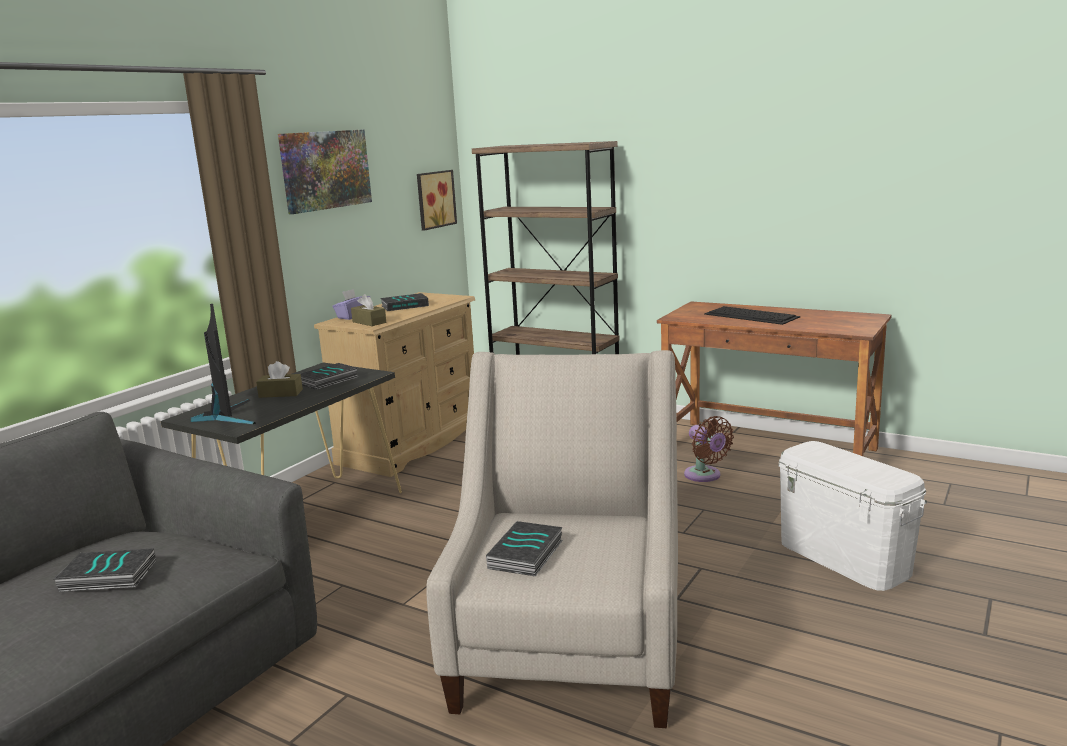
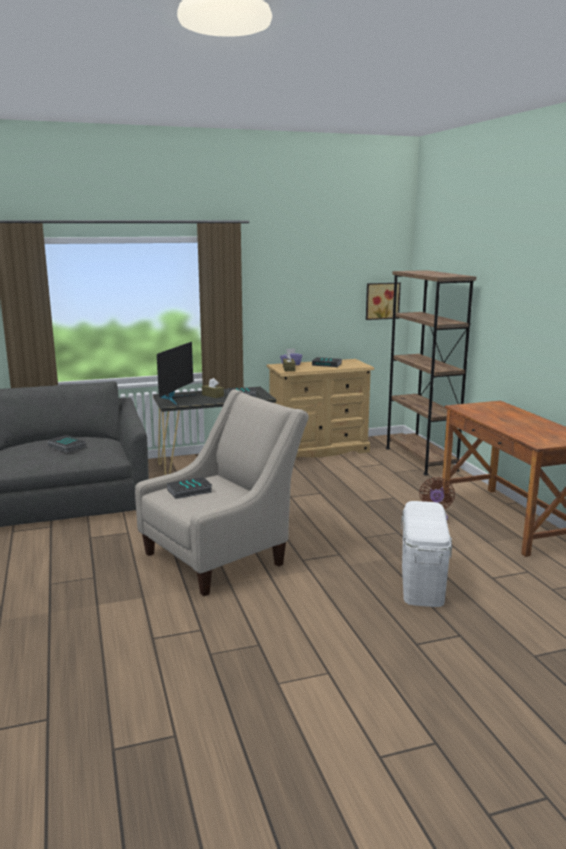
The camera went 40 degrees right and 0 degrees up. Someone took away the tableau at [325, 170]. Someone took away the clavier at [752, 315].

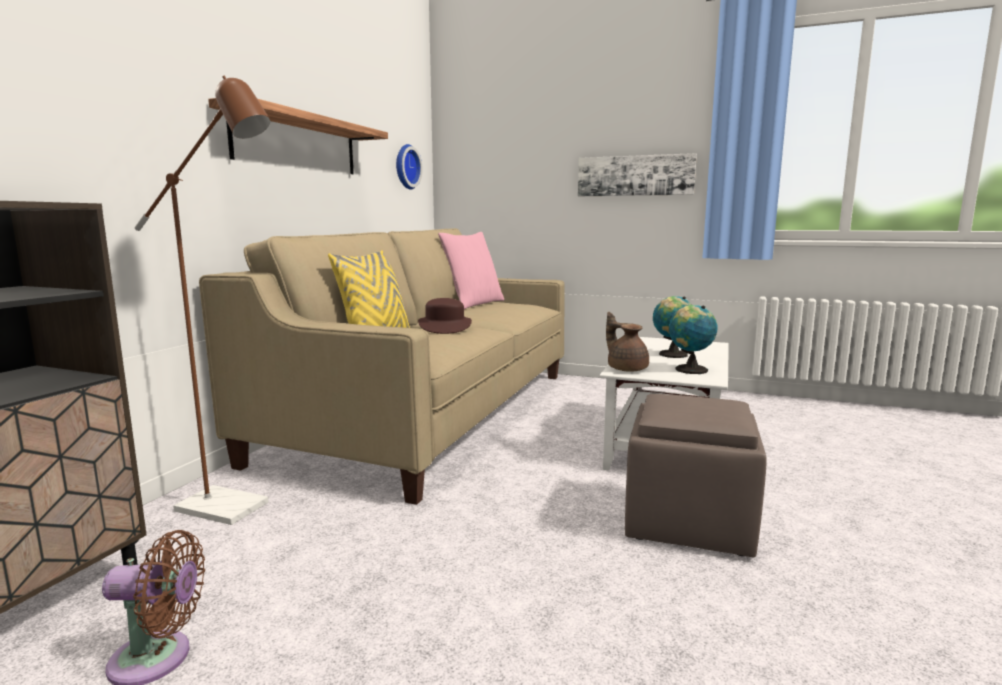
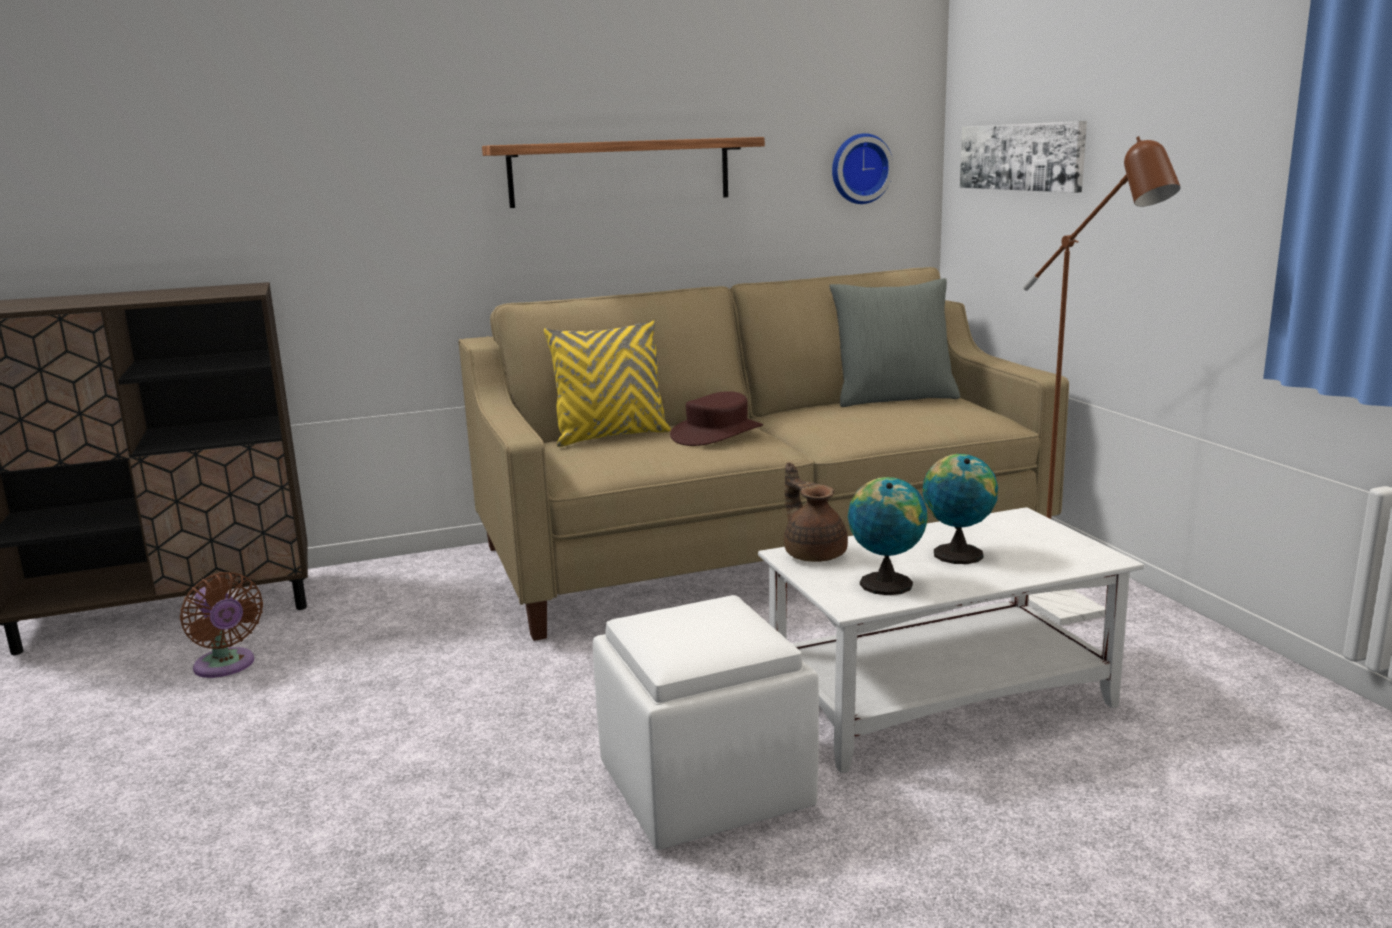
The camera went 50 degrees right and 5 degrees up. Someone carried the lampadaire/marron from [234, 509] to [1068, 611]. Someone carried the tableau from [635, 176] to [1021, 157]. Someone repainted the coussin/rose at [473, 304], which became the coussin/gris at [893, 398]. Someone repainted the pouf/marron at [687, 522], which became the pouf/blanc at [702, 786]. Someone rotated the théière/marron at [626, 368] by 45 degrees counterclockwise.

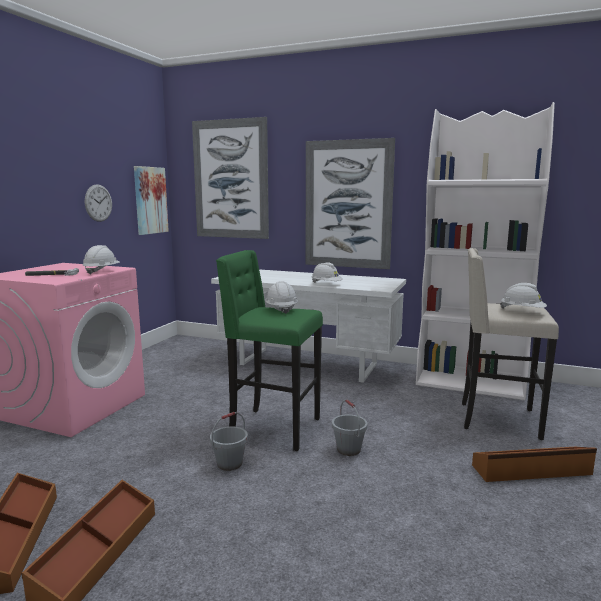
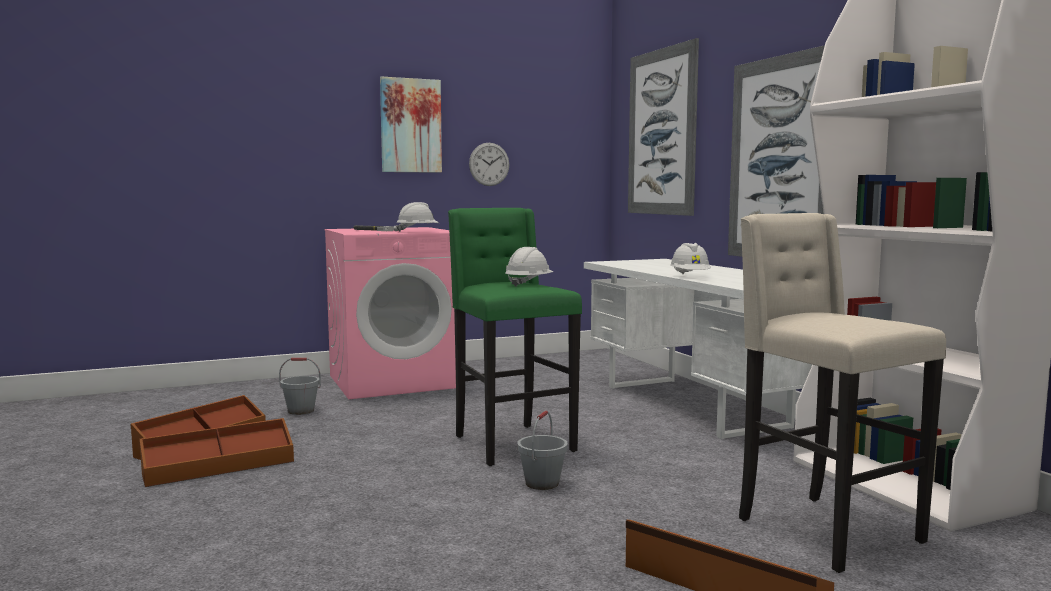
The camera went 45 degrees right and 5 degrees down. Someone took away the casque de chantier/blanc at [522, 311]. Someone carried the tableau from [150, 200] to [410, 125]. Someone carried the seau/gris from [229, 463] to [301, 411].

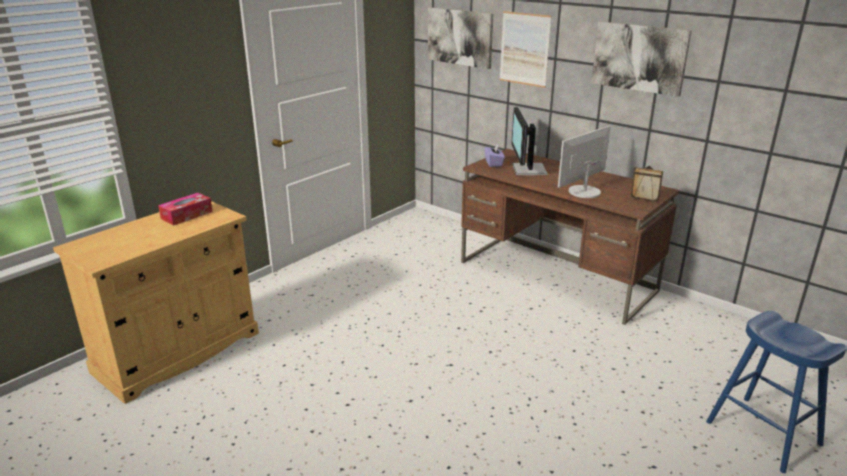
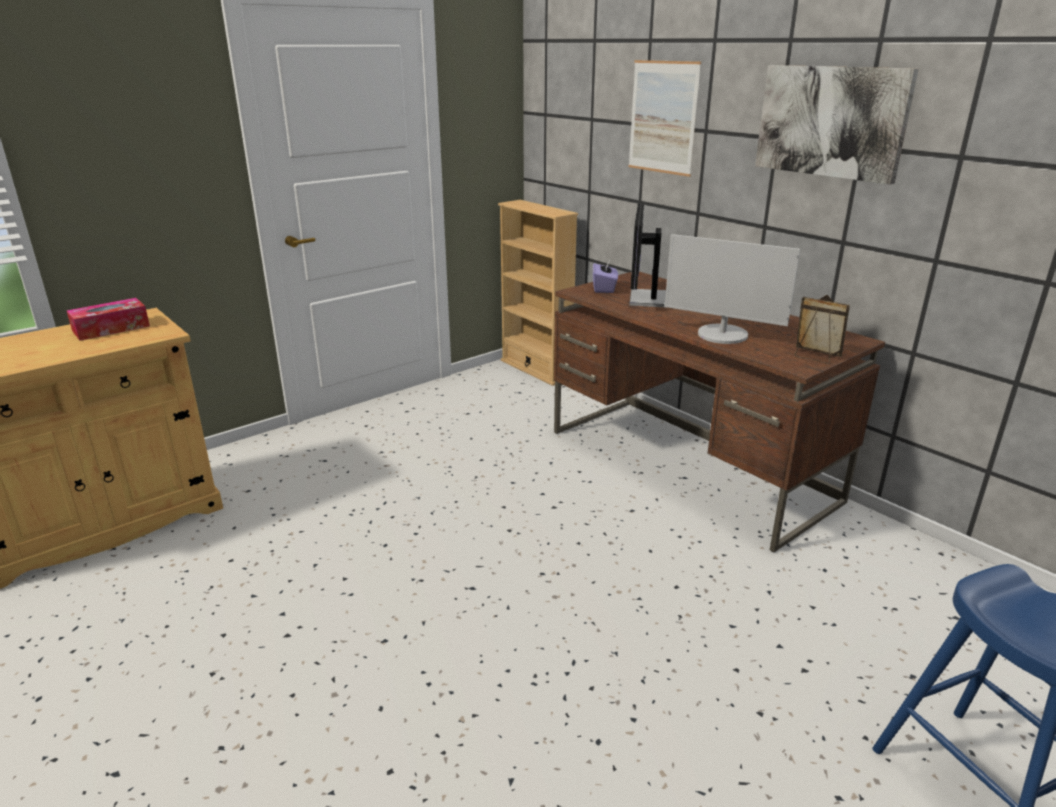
The camera went 10 degrees right and 0 degrees up. Someone took away the tableau at [460, 37]. Someone put down the bibliothèque/beige at [536, 369]. Someone rotated the écran d'ordinateur at [583, 192] by 120 degrees counterclockwise.

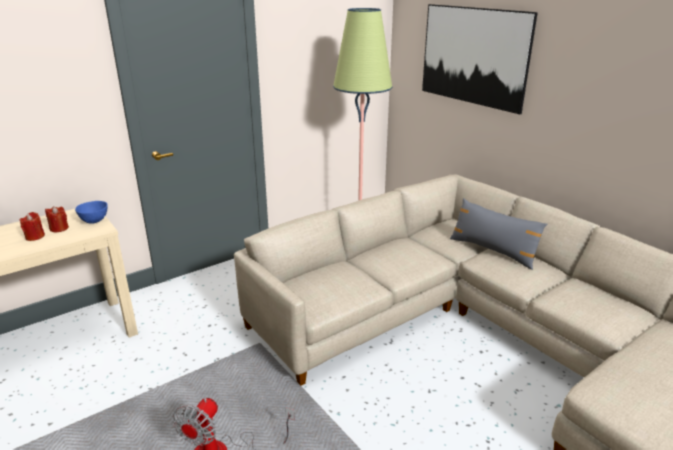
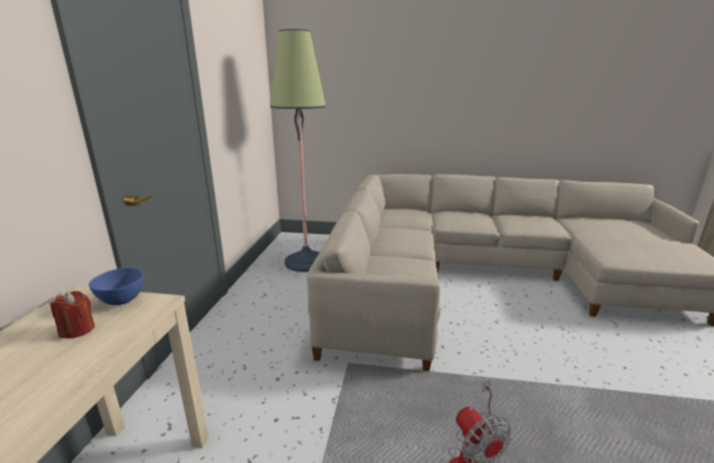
The camera went 45 degrees left and 5 degrees down. Someone took away the bougie/rouge at [35, 237]. Someone took away the tableau at [473, 56]. Someone took away the coussin/gris at [493, 251].

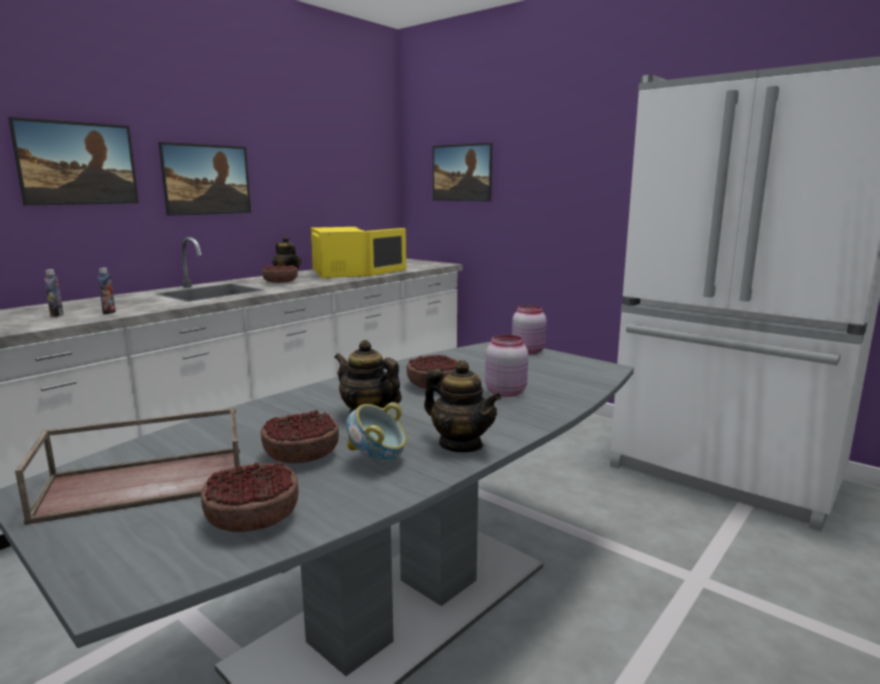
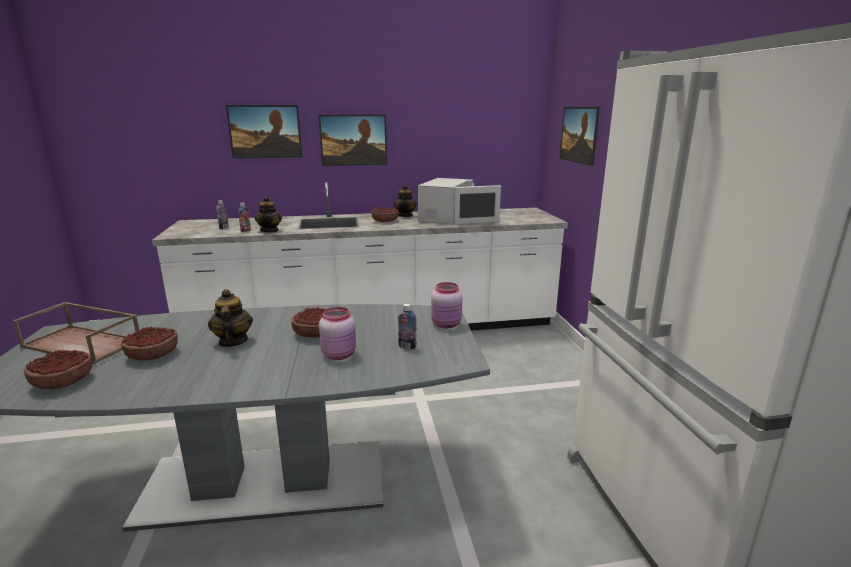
The camera went 40 degrees right and 5 degrees up. Someone took away the bol at [377, 461]. Someone put down the bouteille at [407, 347]. Someone carried the théière from [461, 445] to [270, 230]. Someone repainted the micro-ondes/jaune at [344, 273], which became the micro-ondes/blanc at [448, 218].

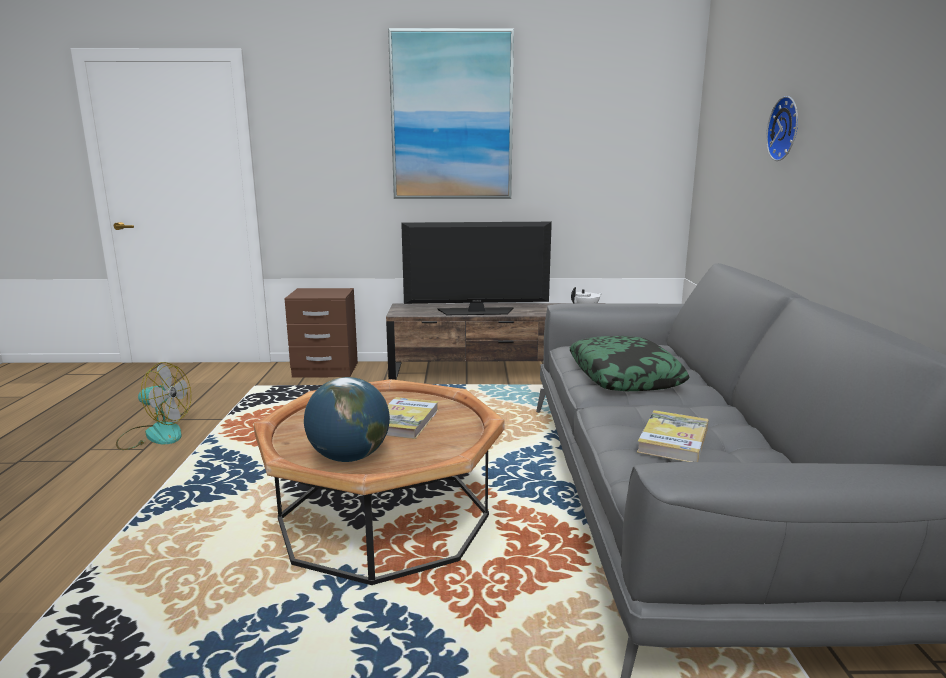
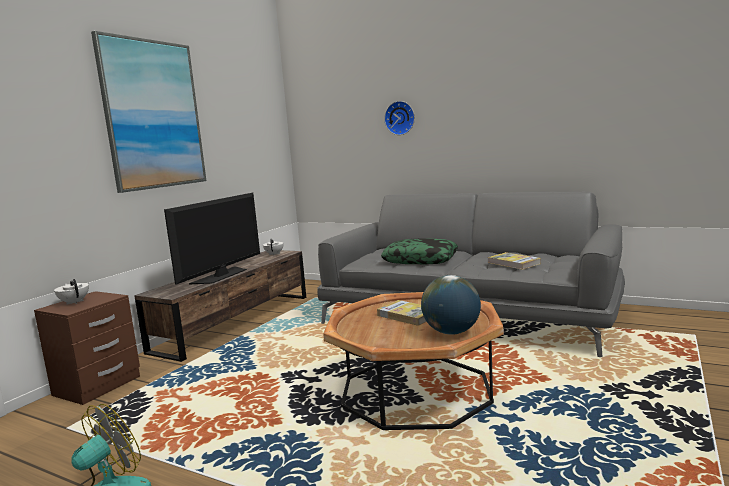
The camera went 60 degrees left and 5 degrees down. Someone put down the théière/blanc at [74, 302].

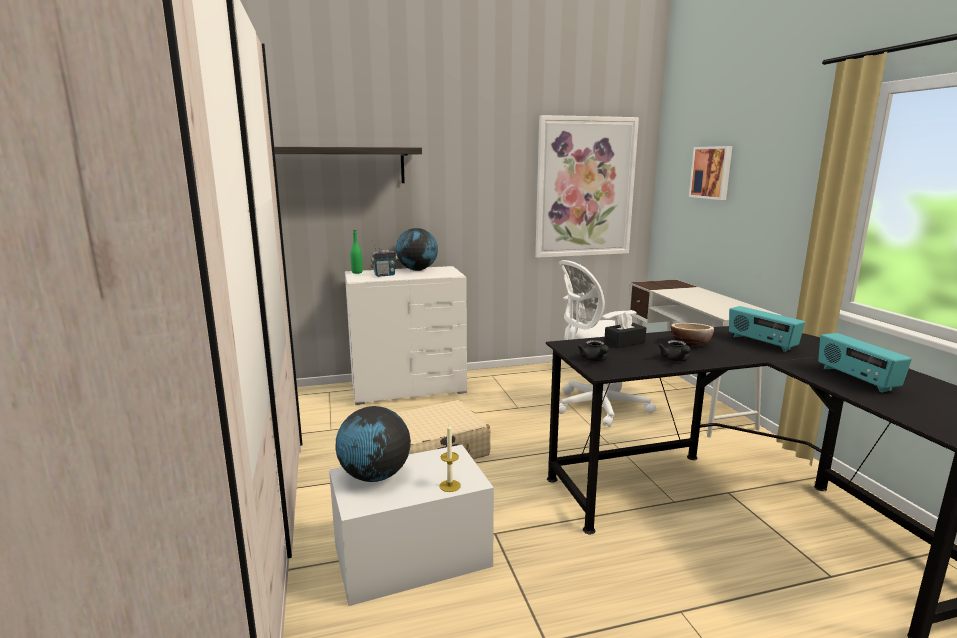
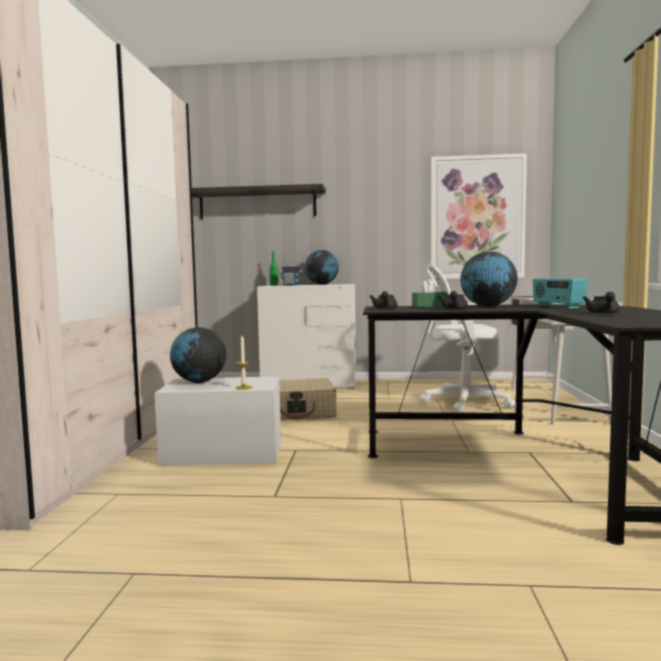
The camera went 20 degrees right and 10 degrees down. Someone took away the tableau at [712, 172]. Someone swapped the bol at [690, 343] for the globe at [487, 306]. Someone swapped the radio at [855, 379] for the théière/noir at [603, 313]. Someone repainted the boîte à mouchoirs/noir at [624, 342], which became the boîte à mouchoirs/vert at [429, 306].

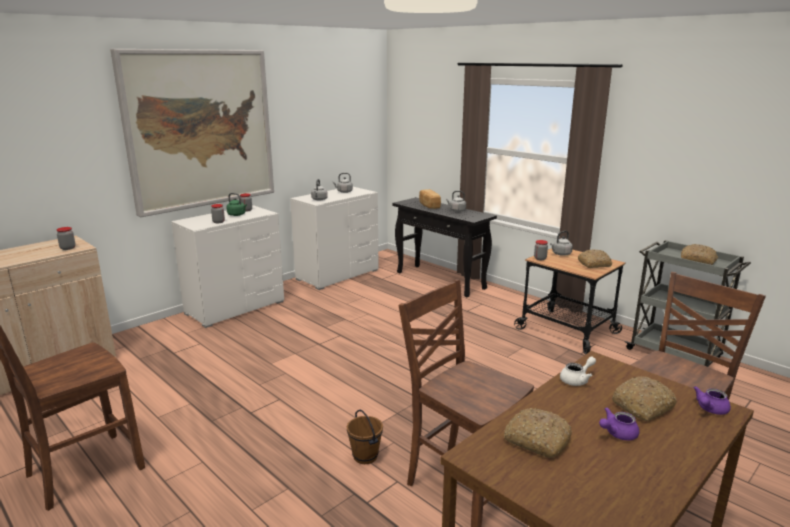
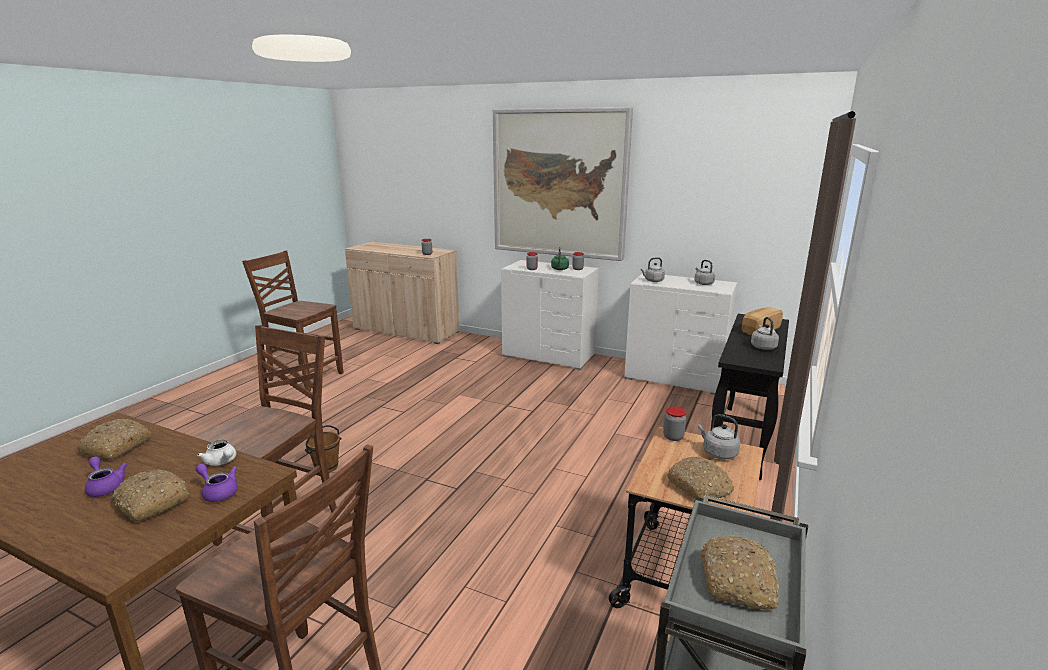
The camera went 70 degrees right and 0 degrees up. Someone carried the théière/violet from [709, 409] to [218, 492].

